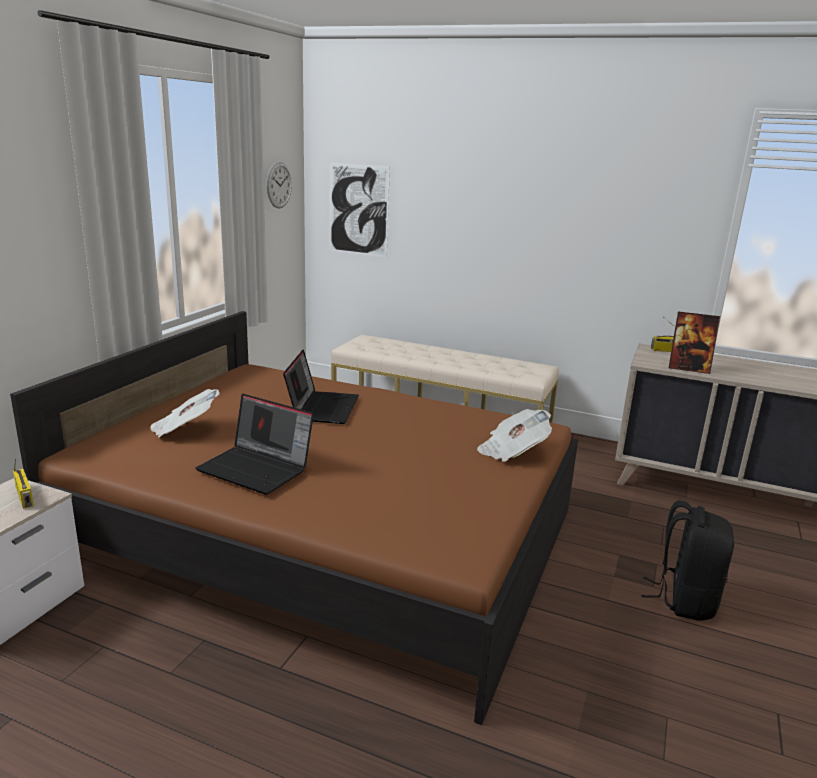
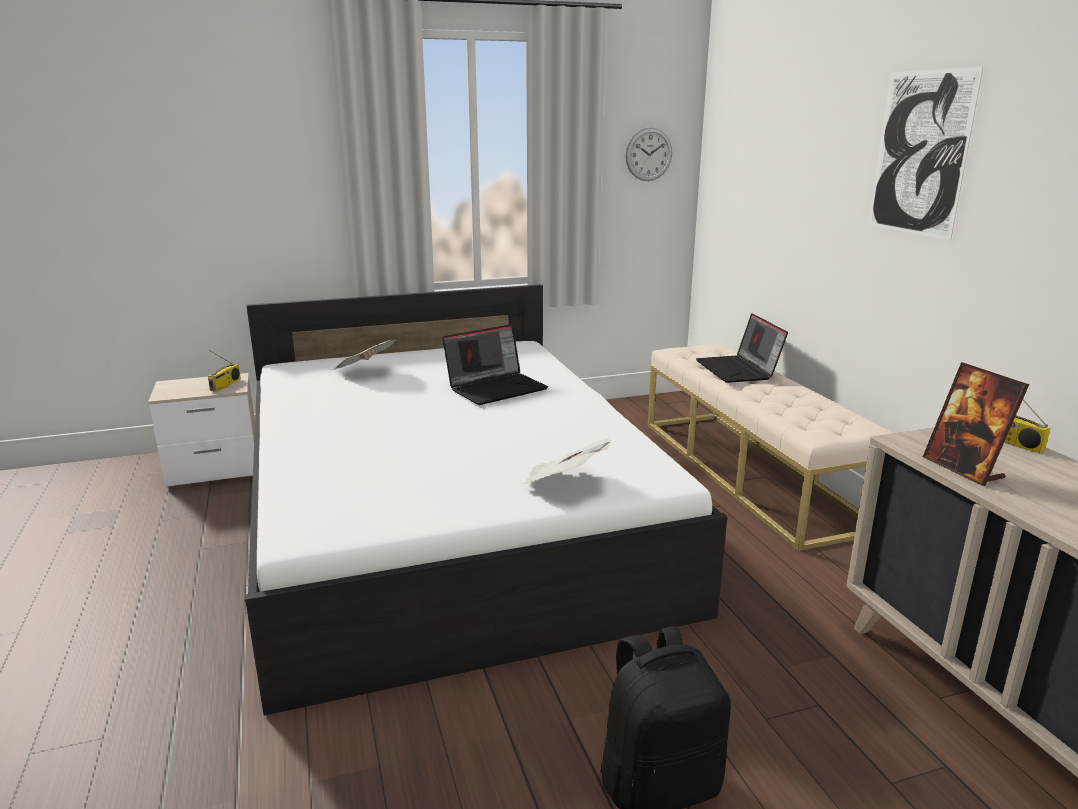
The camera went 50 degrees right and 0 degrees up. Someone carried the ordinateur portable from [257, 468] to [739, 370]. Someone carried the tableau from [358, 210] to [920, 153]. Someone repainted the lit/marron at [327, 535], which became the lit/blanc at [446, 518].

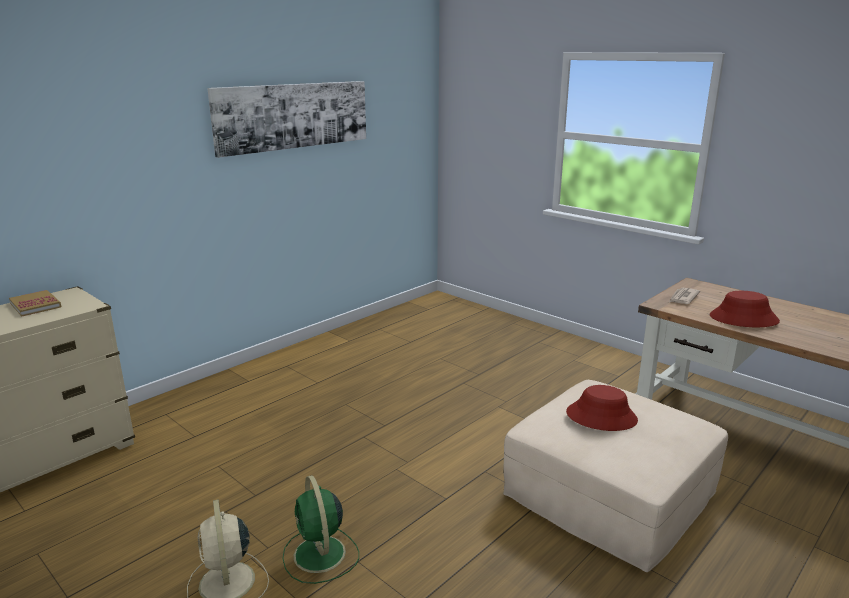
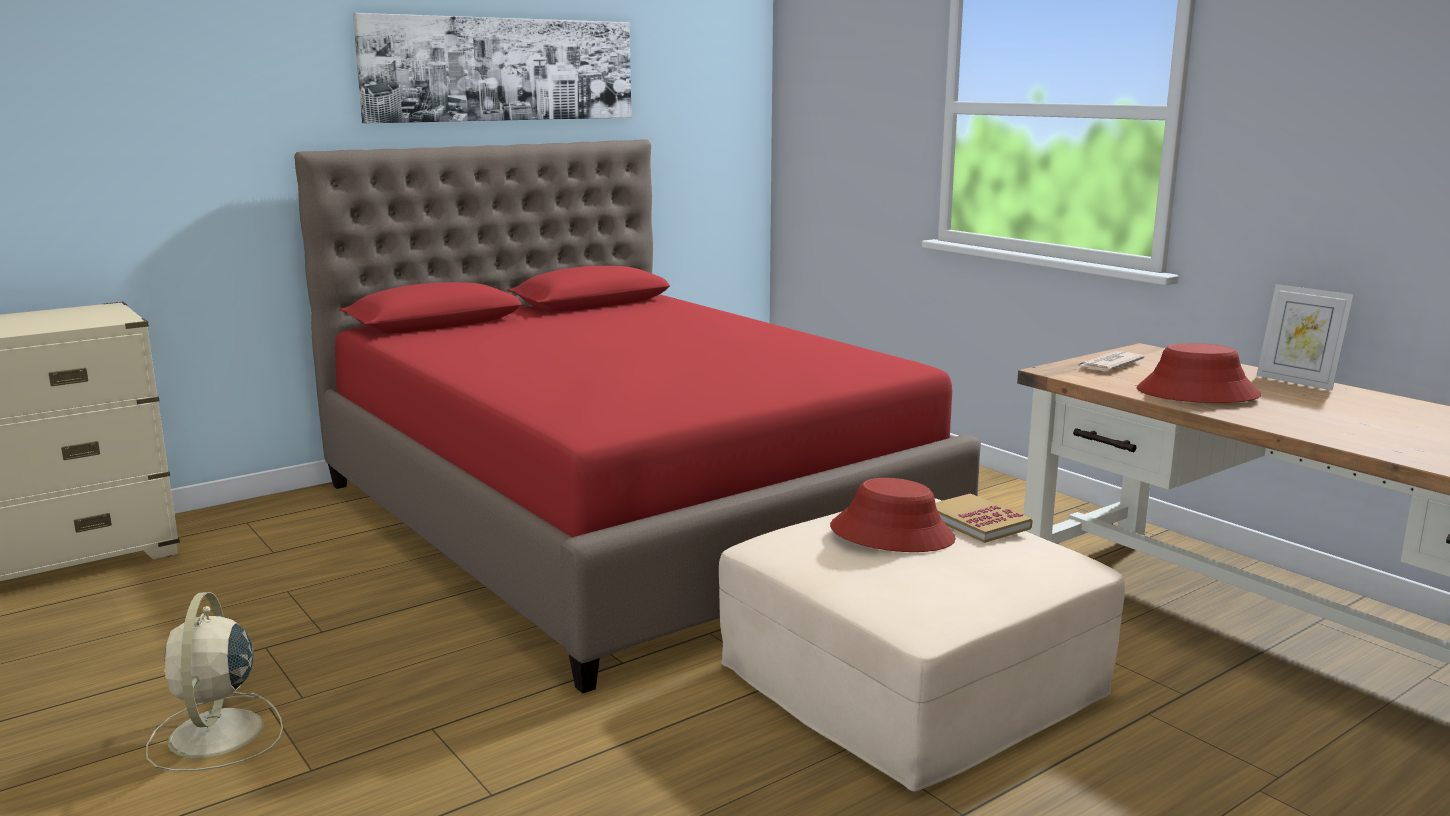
The camera went 10 degrees right and 5 degrees down. Someone took away the ventilateur/vert at [320, 555]. Someone put down the lit/rouge at [624, 518]. Someone put down the cadre photo at [1297, 381]. Someone carried the livre from [35, 305] to [977, 522].

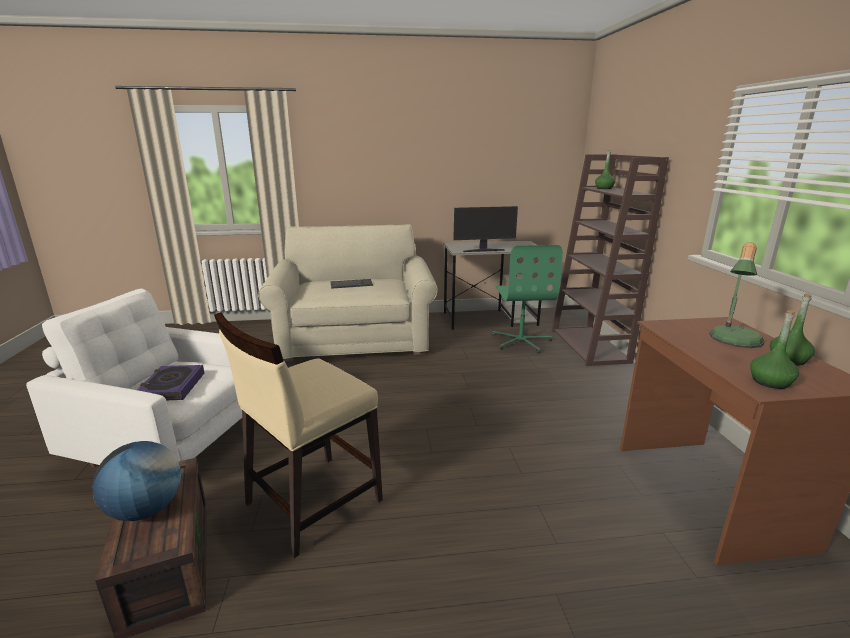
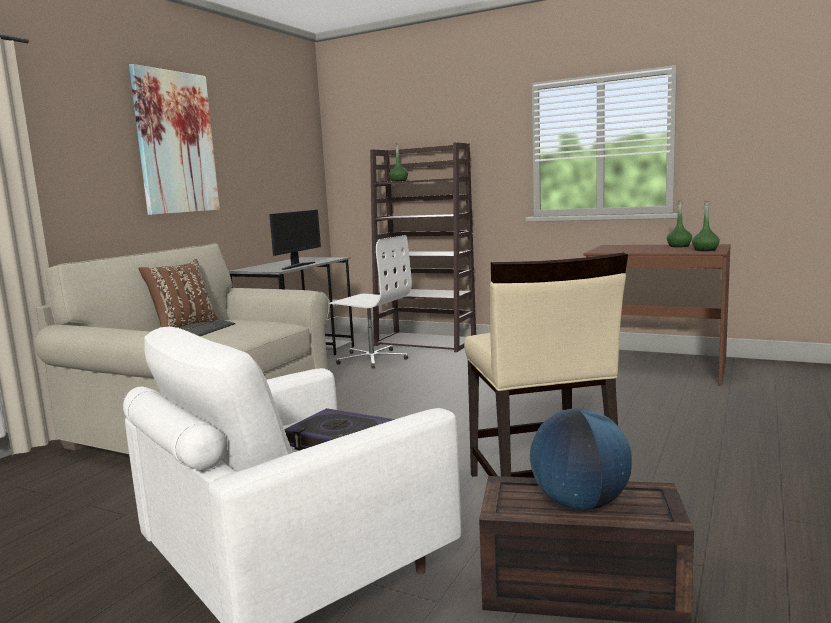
The camera went 55 degrees left and 10 degrees down. Someone took away the lampe de table at [733, 341]. Someone put up the tableau at [176, 143]. Someone put down the coussin/marron at [183, 327]. Someone repainted the chaise de bureau/vert at [521, 341], which became the chaise de bureau/blanc at [372, 358].

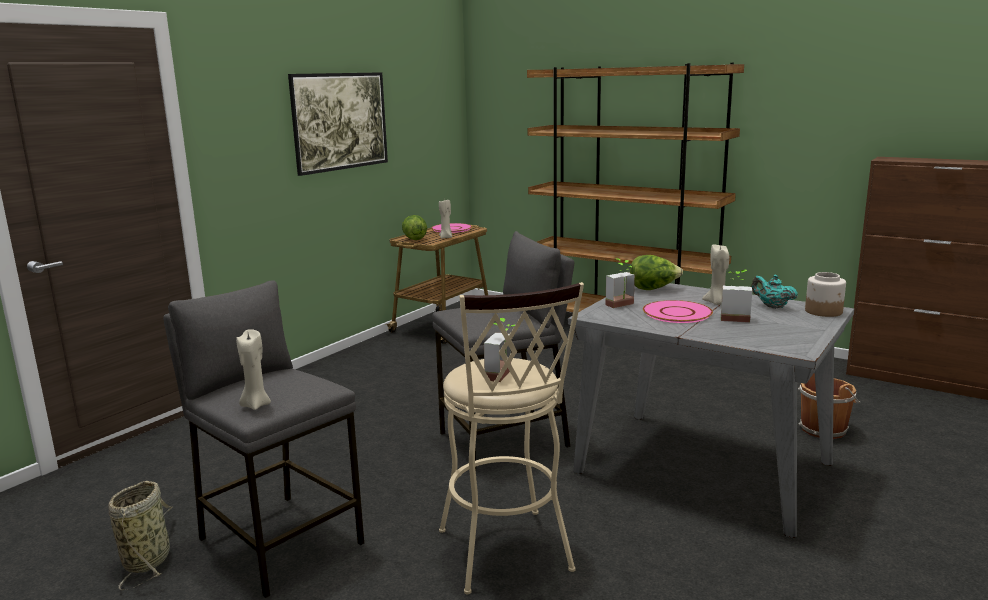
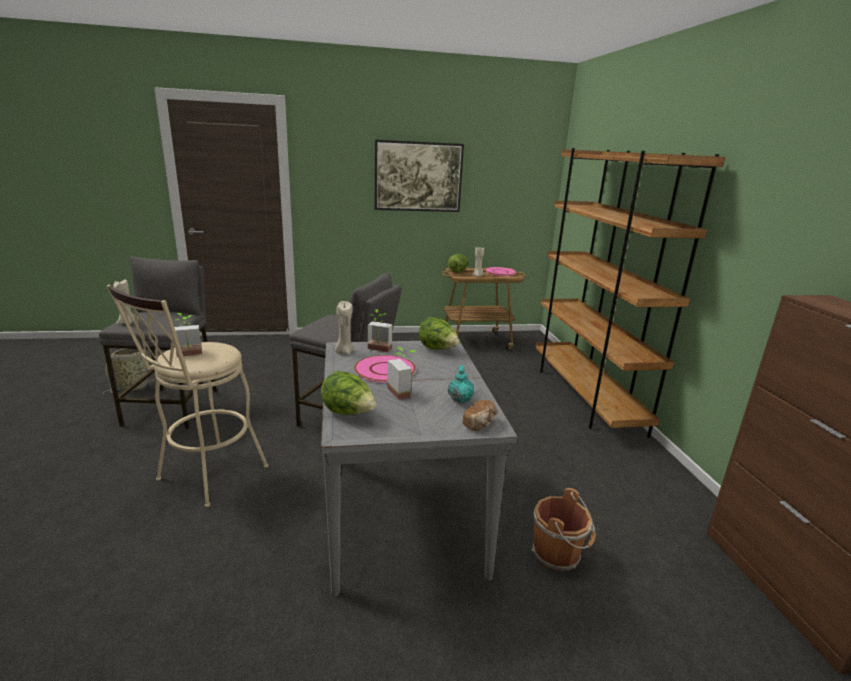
The camera went 45 degrees right and 5 degrees up. Someone put down the laitue at [349, 413]. Someone carried the bougie/beige from [716, 303] to [344, 351]. Someone swapped the bocal at [824, 311] for the pain at [480, 424].

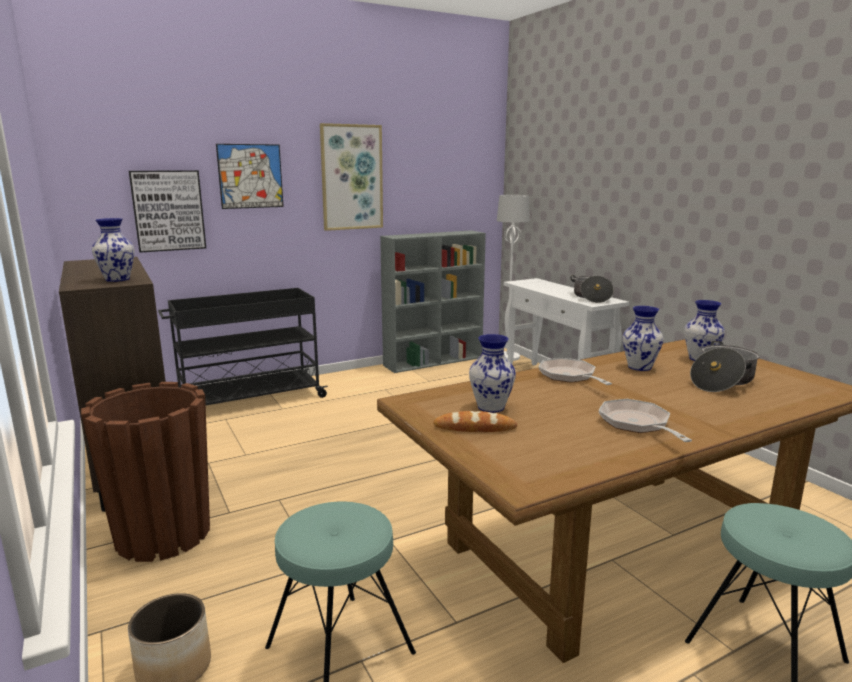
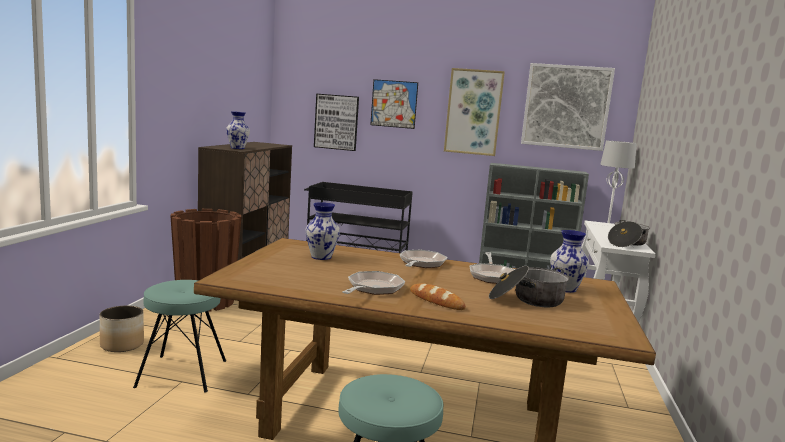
The camera went 40 degrees right and 5 degrees down. Someone put up the tableau at [566, 107]. Someone carried the pain from [475, 427] to [436, 301]. Someone swapped the vase at [639, 367] for the poêle at [492, 276].

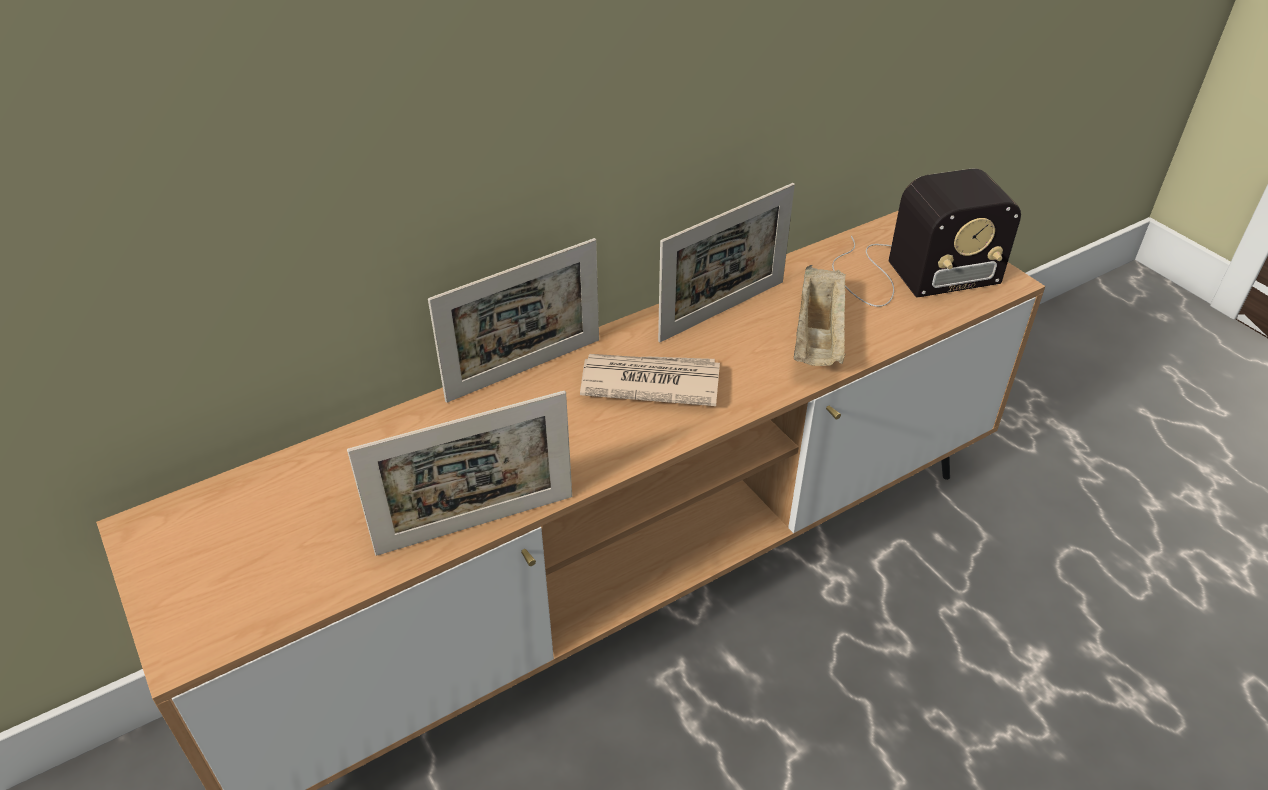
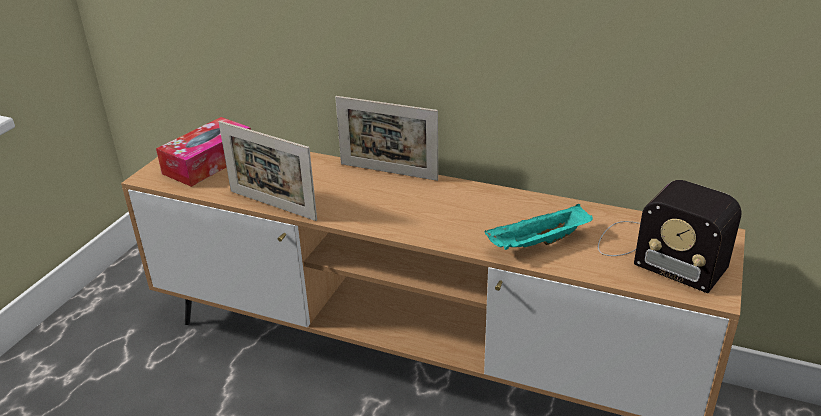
The camera went 55 degrees right and 10 degrees down. Someone took away the journal at [649, 382]. Someone took away the cadre photo at [722, 311]. Someone put down the boîte à mouchoirs at [209, 162]. Someone repainted the plateau/beige at [819, 338], which became the plateau/turquoise at [538, 244].

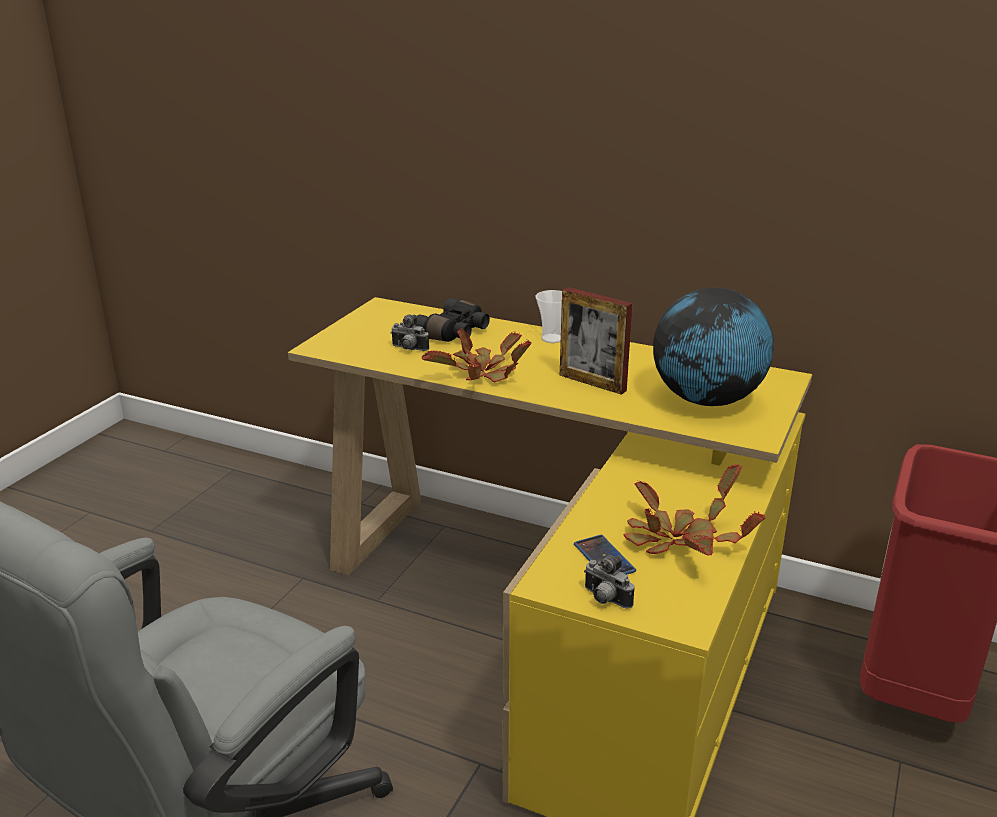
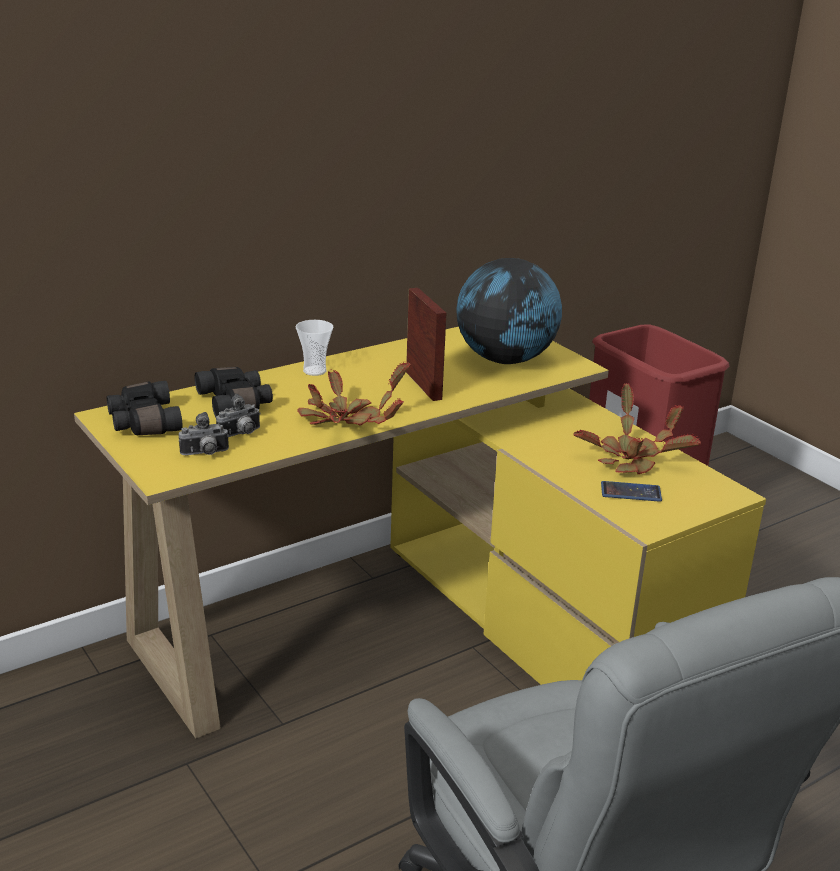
The camera went 60 degrees left and 0 degrees up. Someone put down the jumelles/noir at [143, 422]. Someone carried the appareil photo from [605, 599] to [205, 454]. Someone rotated the cadre photo at [592, 383] by 90 degrees counterclockwise.

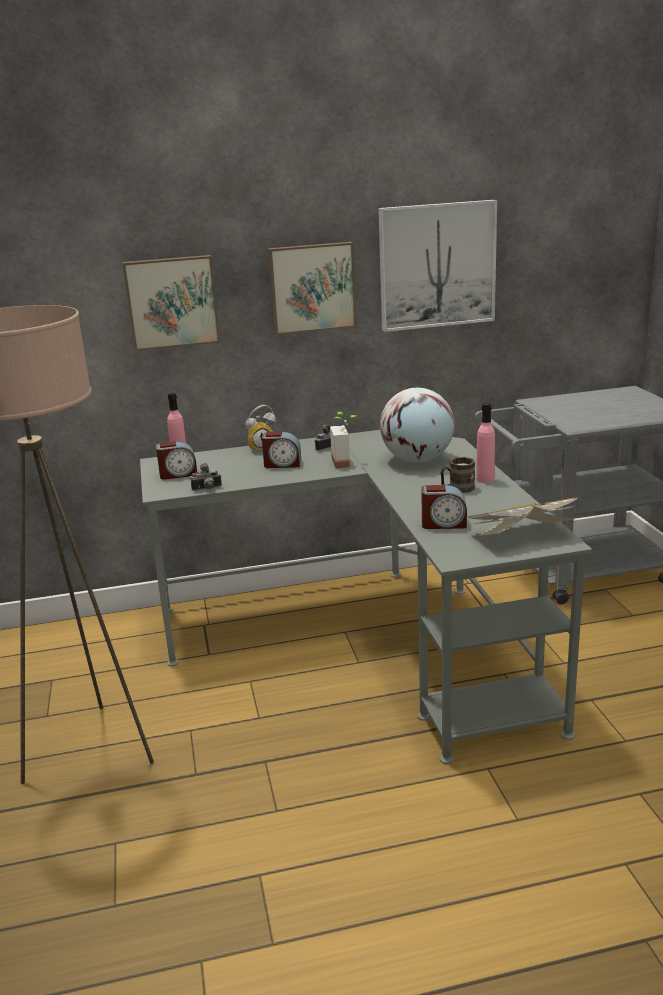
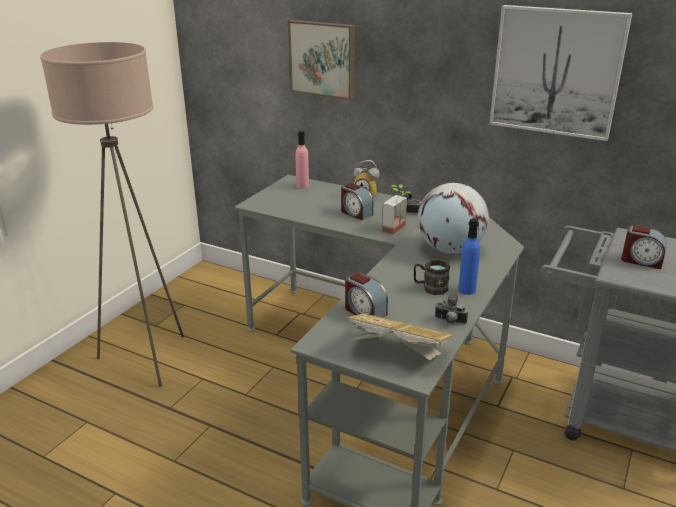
The camera went 40 degrees right and 5 degrees up. Someone took away the tableau at [312, 287]. Someone carried the réveil from [178, 474] to [641, 261]. Someone carried the appareil photo from [207, 489] to [449, 322]. Someone repainted the bouteille/rose at [485, 479], which became the bouteille/bleu at [467, 290].

